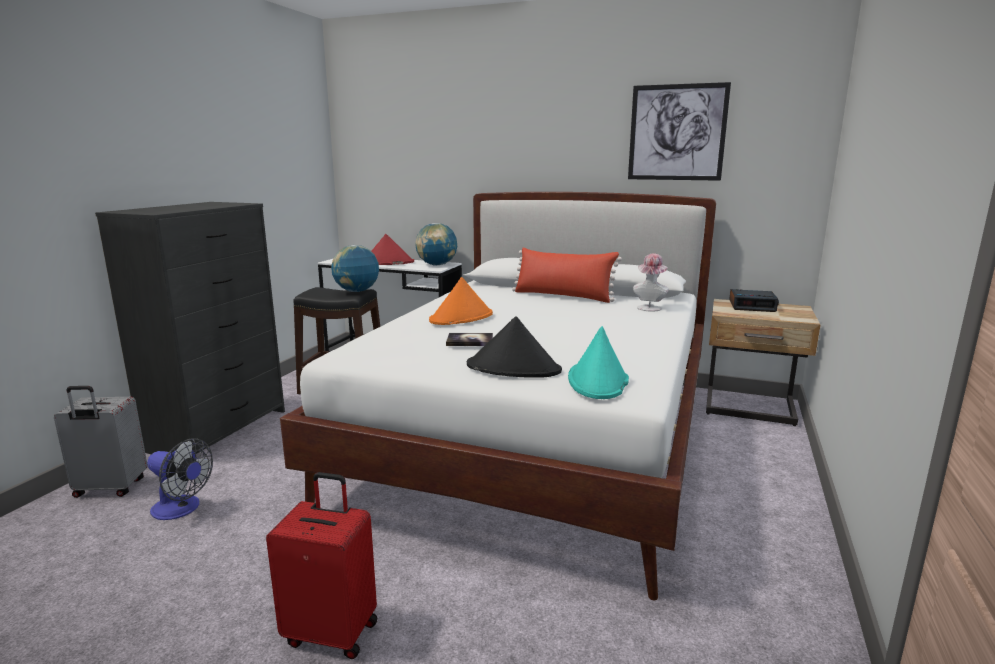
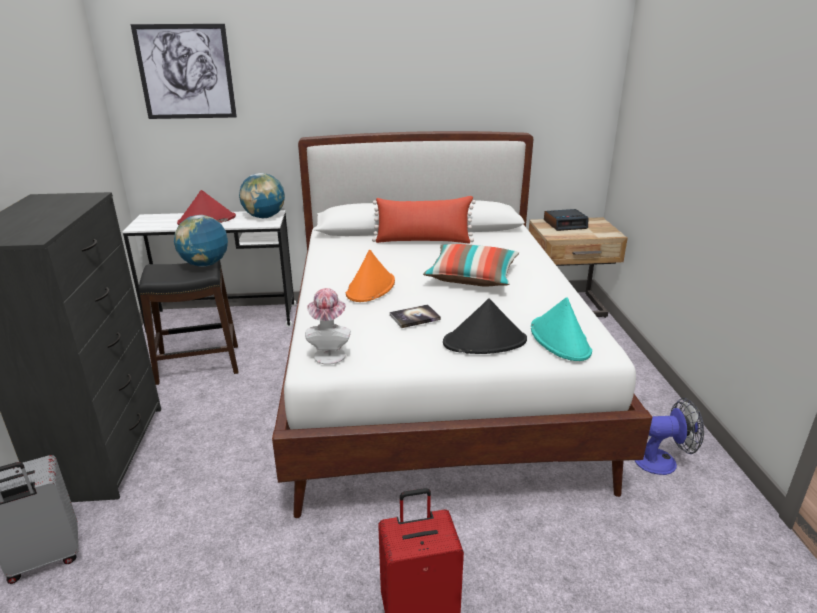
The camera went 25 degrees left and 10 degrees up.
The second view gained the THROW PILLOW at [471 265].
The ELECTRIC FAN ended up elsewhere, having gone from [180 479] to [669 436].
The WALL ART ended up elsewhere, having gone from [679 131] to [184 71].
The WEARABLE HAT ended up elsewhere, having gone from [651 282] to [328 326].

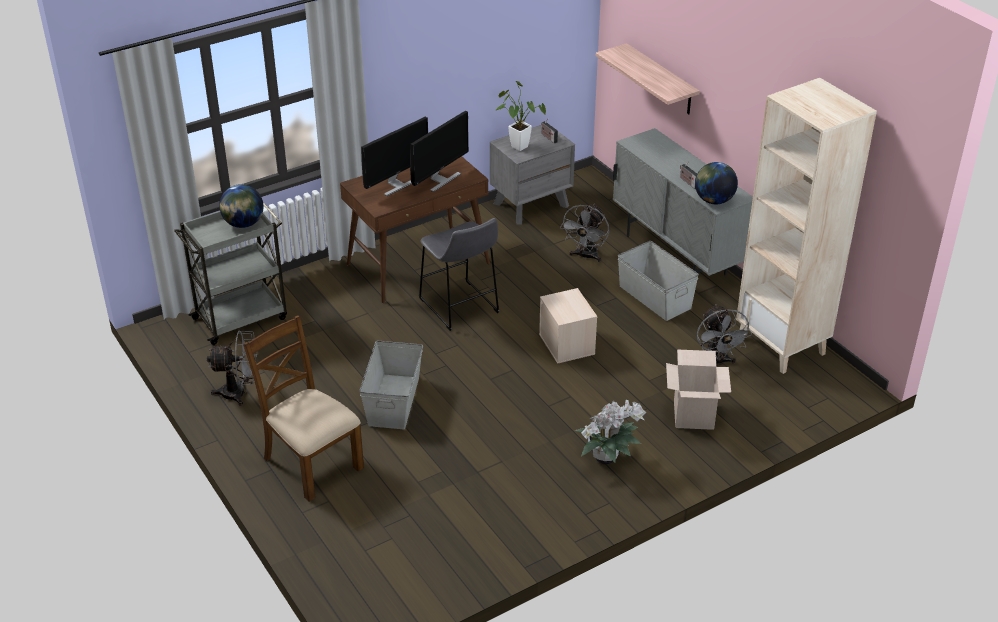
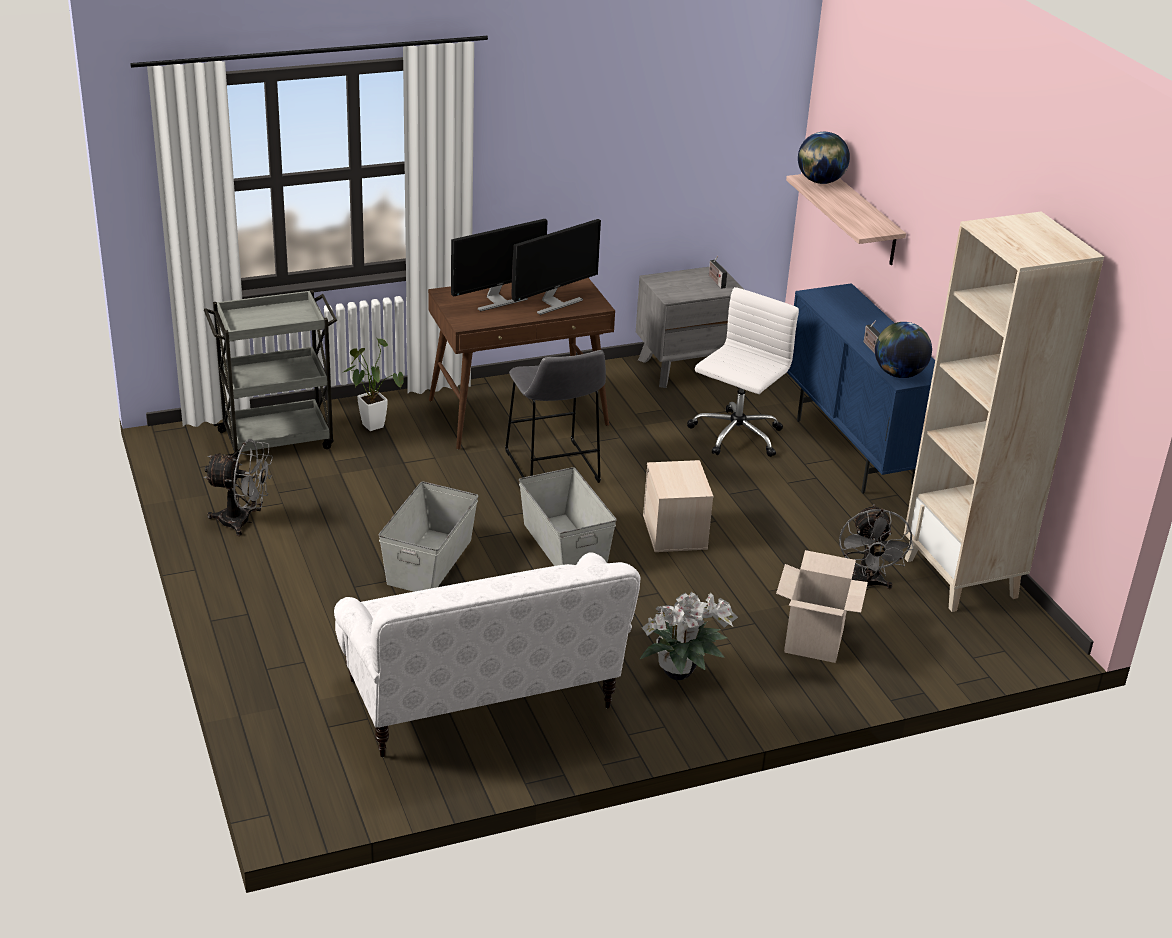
The camera went 10 degrees right and 5 degrees down.
The second view lost the BROWN PLAIN CHAIR at [303 408].
The second view gained the WHITE-COLOURED SOFA at [487 654].
The WORLD GLOBE ended up elsewhere, having gone from [241 206] to [824 158].
The HOUSEPLANT ended up elsewhere, having gone from [521 116] to [374 385].
The GREY STORAGE BIN ended up elsewhere, having gone from [658 281] to [567 516].
Where the GREY ELECTRIC FAN stood at [584 233], the WHITE-COLOURED DESK CHAIR came to stand at [743 372].
What was the GREY STORAGE CABINET at [683 202] turned into the BLUE STORAGE CABINET at [861 388].

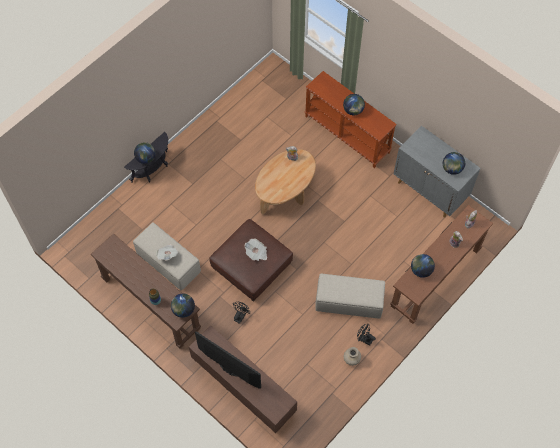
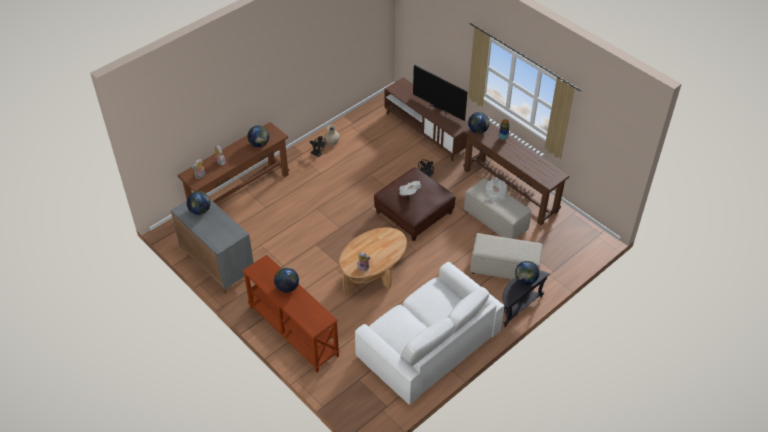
The camera went 175 degrees left and 15 degrees down.
The second view gained the WHITE-COLOURED SOFA at [430 333].
The BEIGE-COLOURED FOOTREST ended up elsewhere, having gone from [350 296] to [506 256].

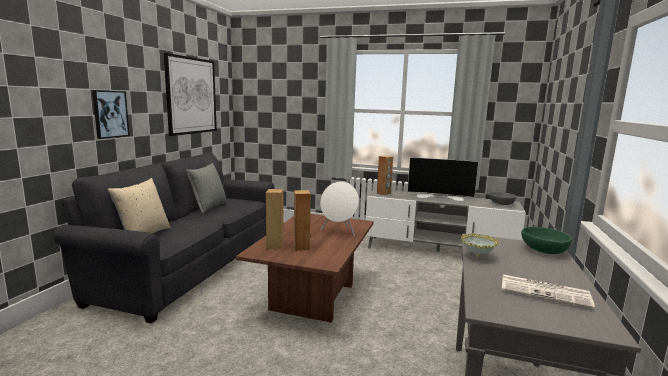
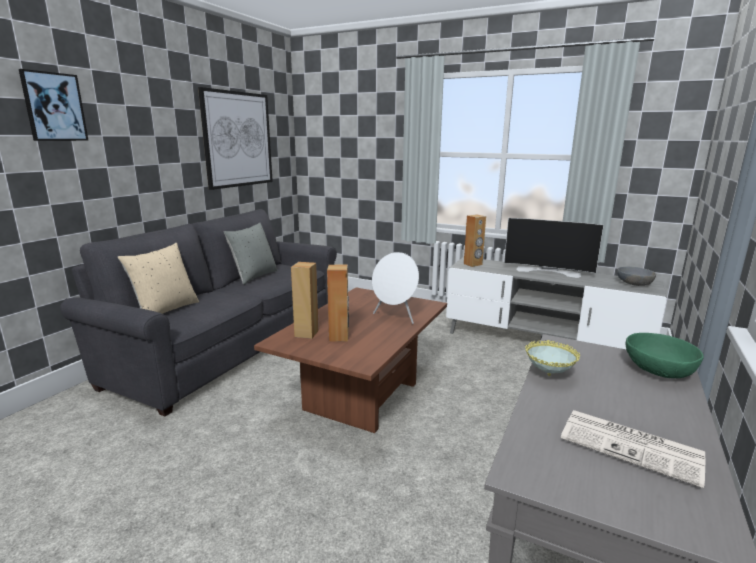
The camera went 10 degrees right and 5 degrees up.
The WALL ART ended up elsewhere, having gone from [111 114] to [54 105].

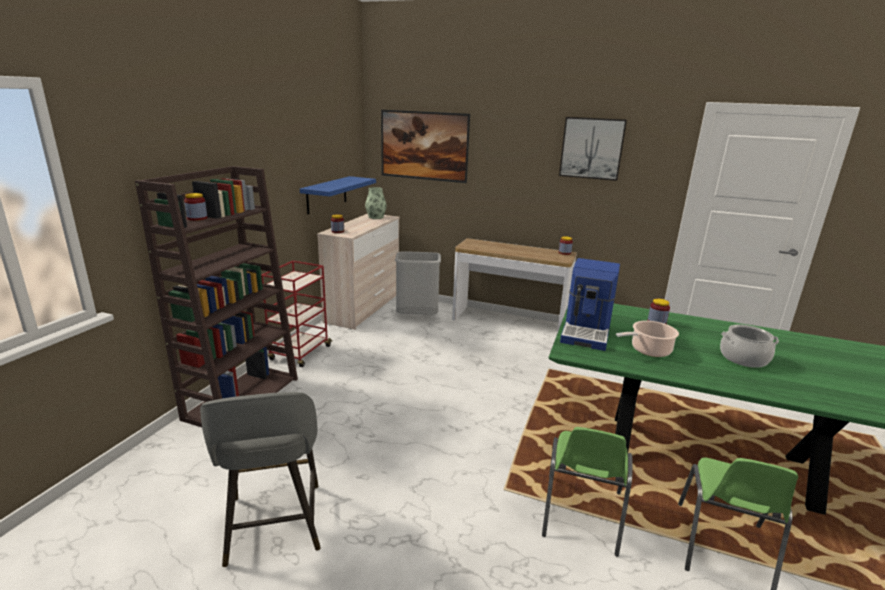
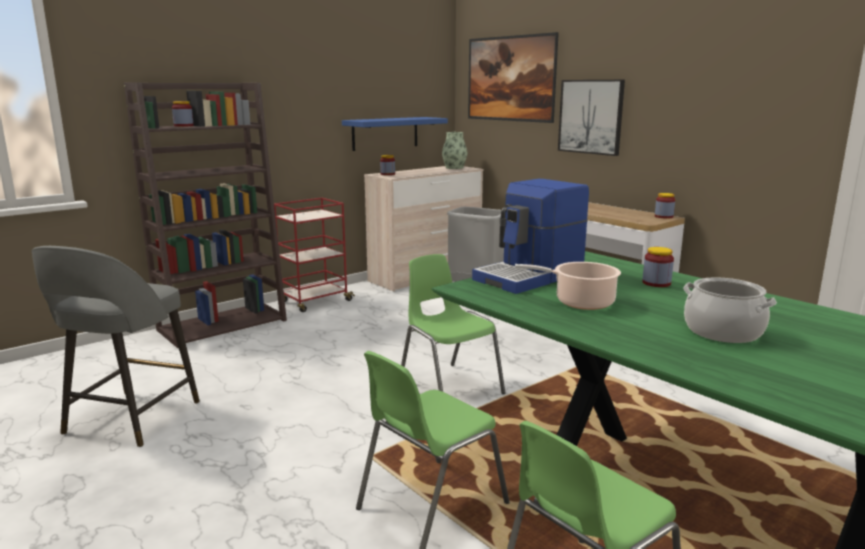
The camera went 30 degrees right and 5 degrees down.
The second view gained the GREENISH PLAIN CHAIR at [453 324].
The WALL ART ended up elsewhere, having gone from [593 149] to [591 118].

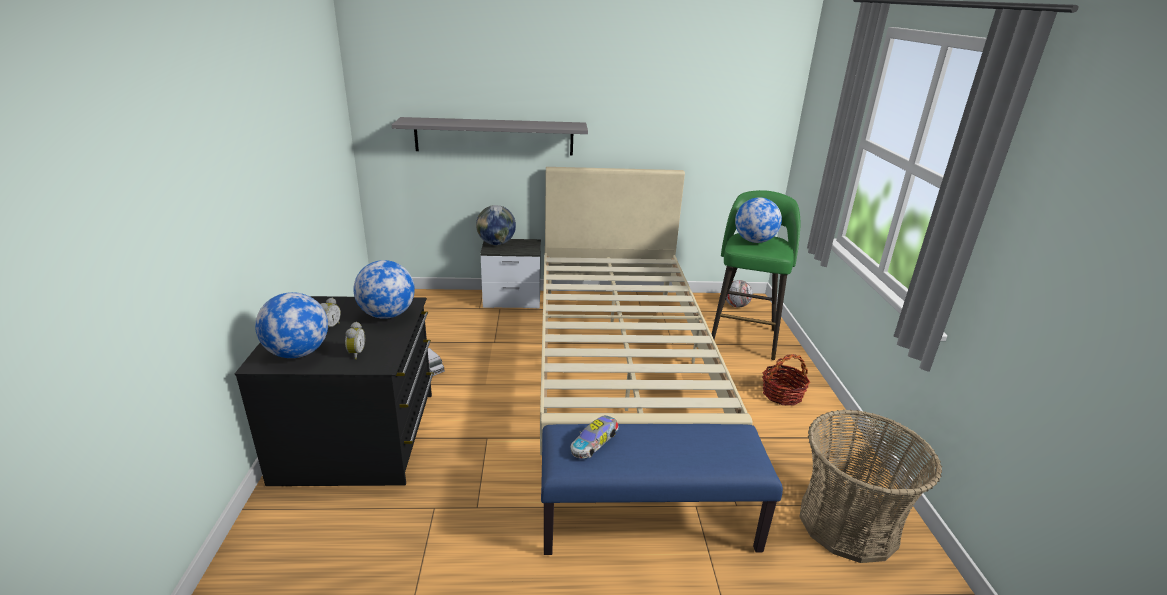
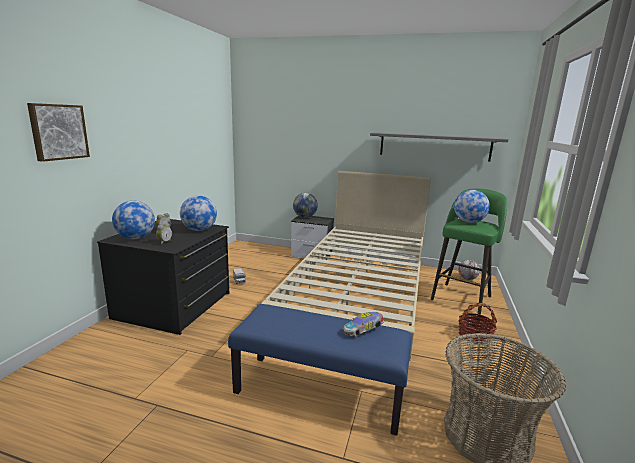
The camera went 20 degrees right and 10 degrees down.
The second view gained the WALL ART at [58 132].
The GREY WALL SHELF ended up elsewhere, having gone from [490 136] to [439 146].
The TOY CAR ended up elsewhere, having gone from [594 436] to [363 324].

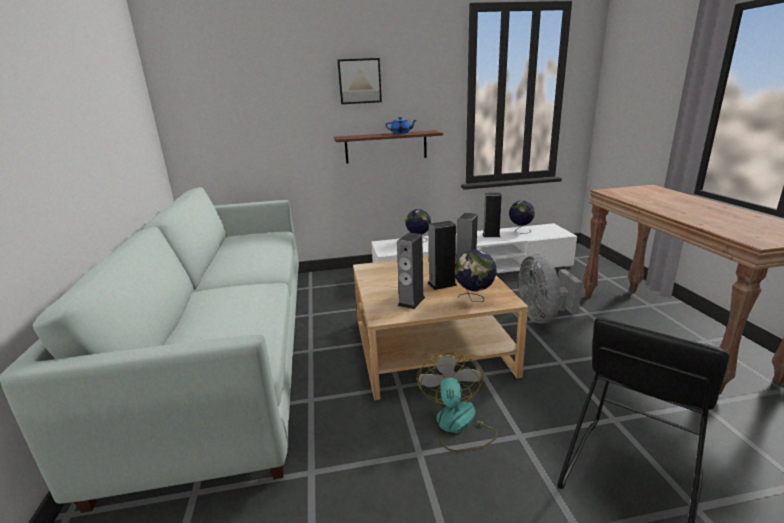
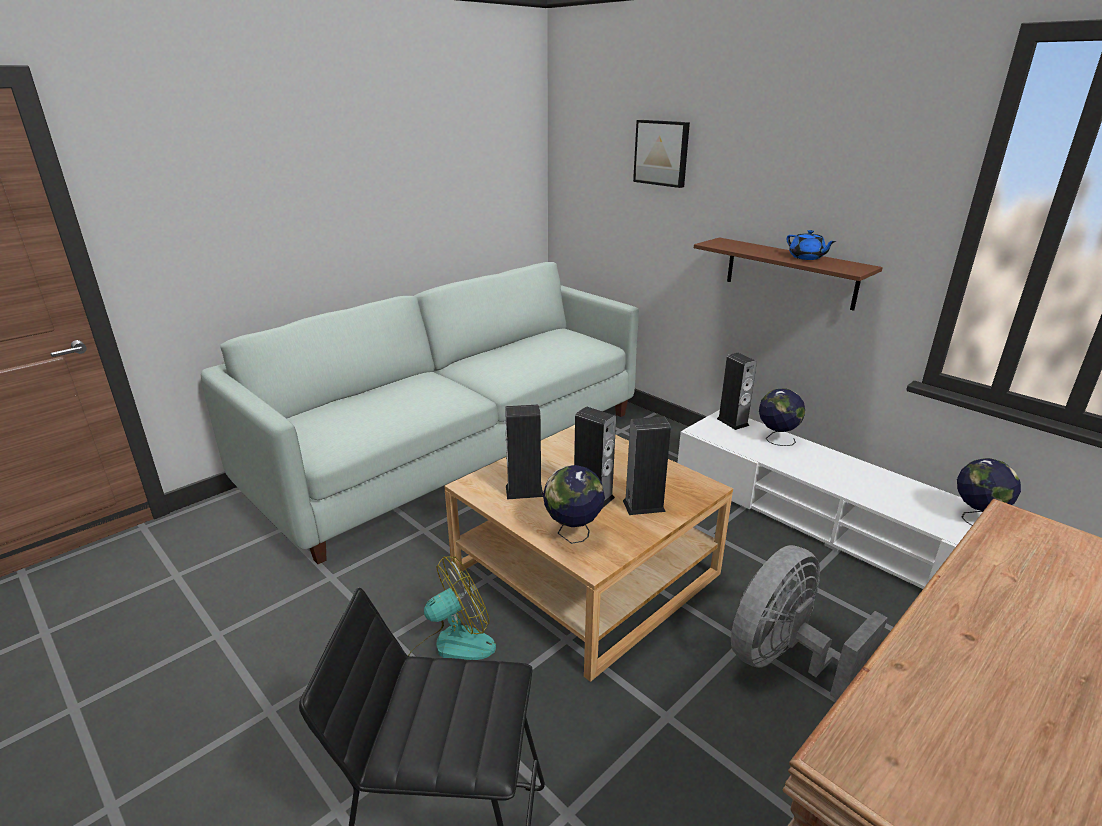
The camera went 55 degrees right and 5 degrees up.
The WALL ART ended up elsewhere, having gone from [359 81] to [661 154].
The SPEAKER ended up elsewhere, having gone from [492 215] to [737 391].

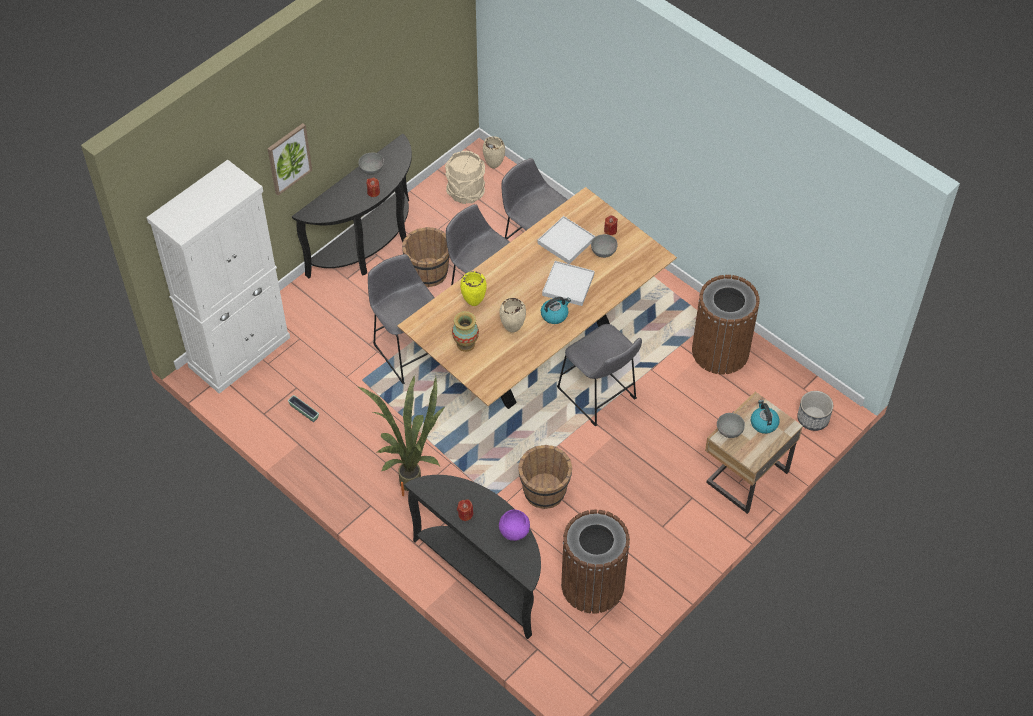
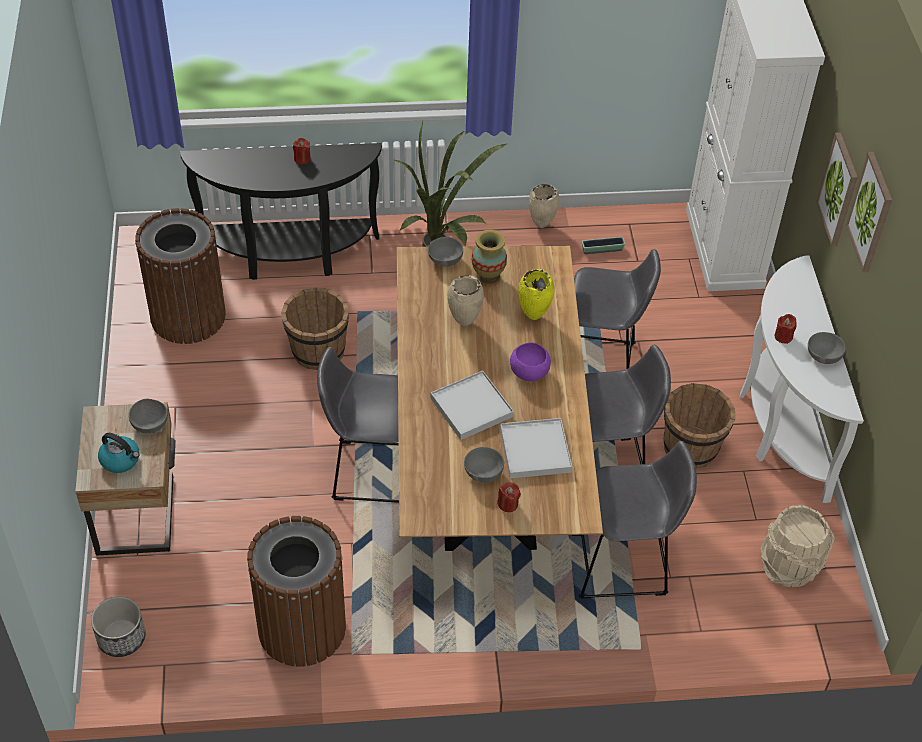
The camera went 130 degrees right and 5 degrees down.
The second view lost the WATER KETTLE at [556 310].
The second view gained the GREY BOWL at [445 252].
The second view gained the WALL ART at [869 212].
The BEIGE-COLOURED VASE ended up elsewhere, having gone from [494 152] to [544 206].
The PURPLE-COLOURED BOWL ended up elsewhere, having gone from [514 525] to [530 361].
What was the BLACK-COLOURED CONSOLE TABLE at [352 206] turned into the WHITE-COLOURED CONSOLE TABLE at [802 379].

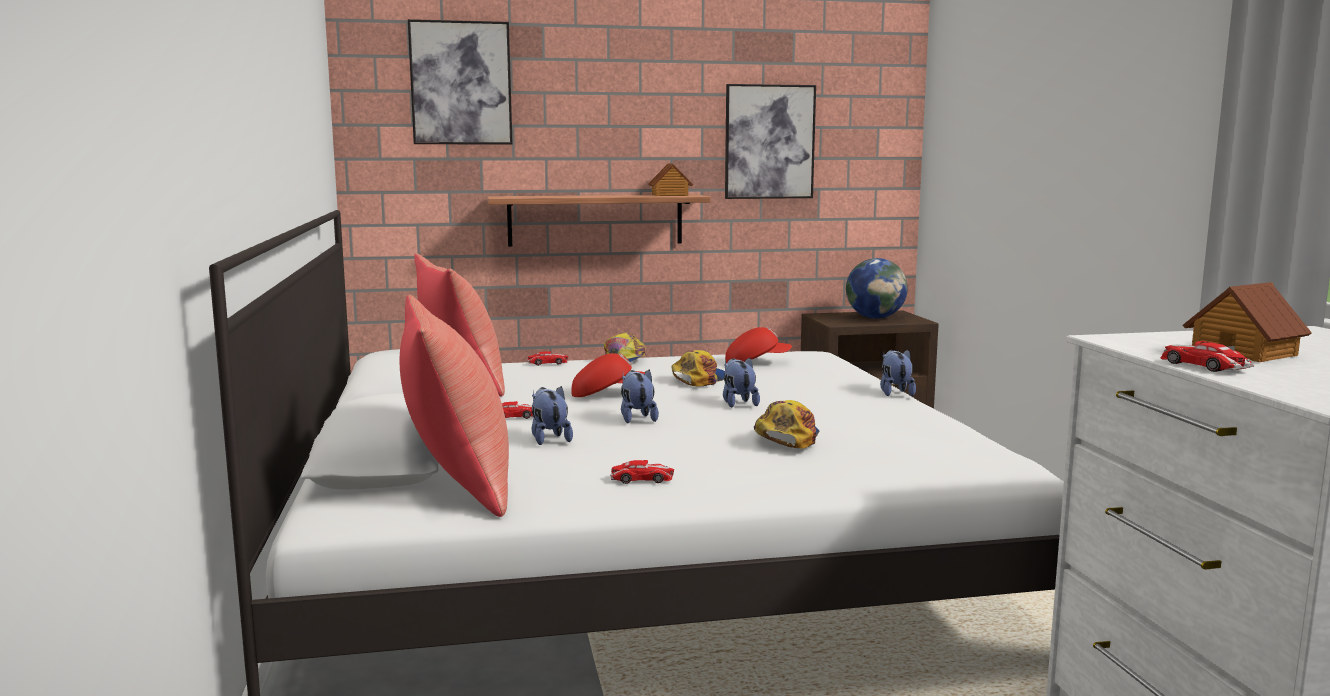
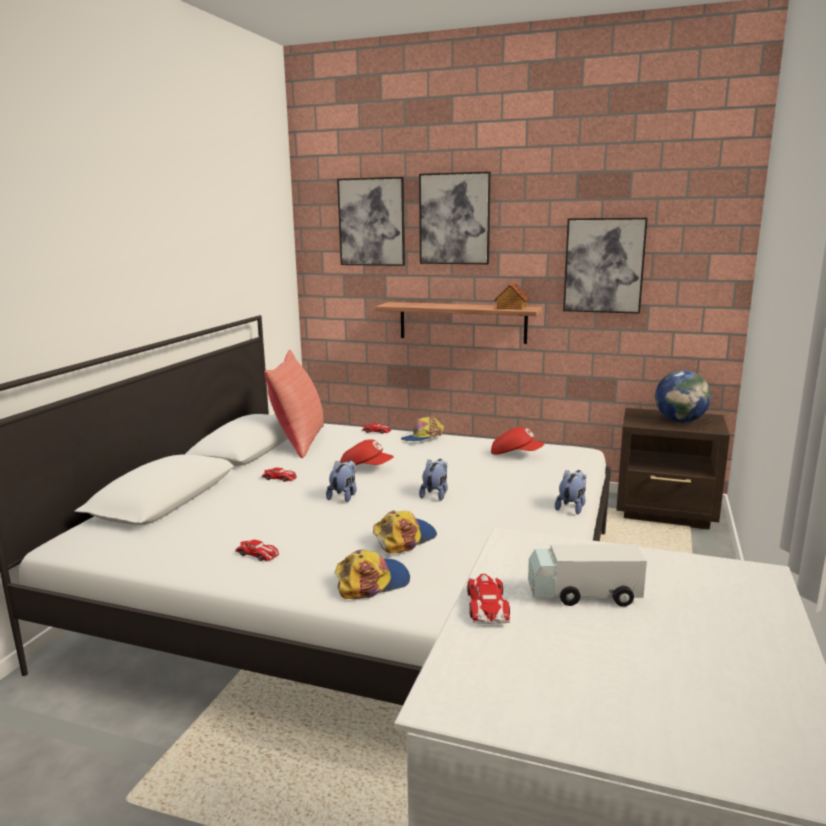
The camera went 30 degrees right and 5 degrees up.
The second view lost the RED-COLOURED THROW PILLOW at [454 406].
The second view lost the PLUSH TOY at [552 415].
The second view gained the WALL ART at [455 217].
The PEAKED CAP ended up elsewhere, having gone from [698 368] to [372 574].
Where the TOY HOUSE stood at [1247 322], the MODEL TRUCK came to stand at [587 575].

